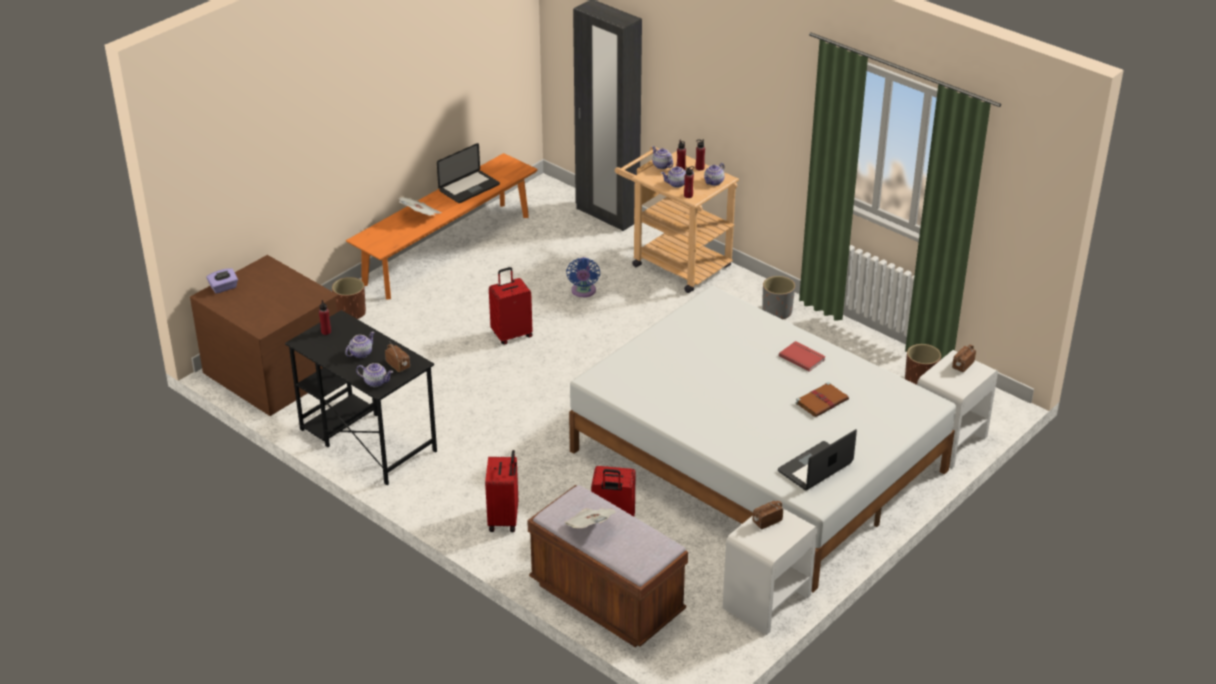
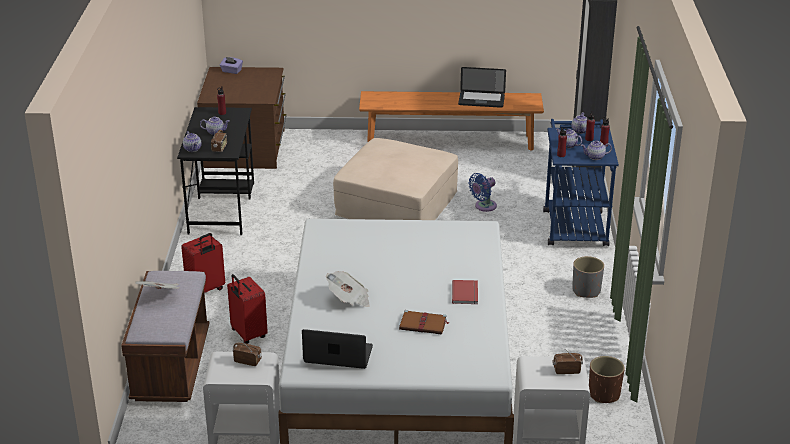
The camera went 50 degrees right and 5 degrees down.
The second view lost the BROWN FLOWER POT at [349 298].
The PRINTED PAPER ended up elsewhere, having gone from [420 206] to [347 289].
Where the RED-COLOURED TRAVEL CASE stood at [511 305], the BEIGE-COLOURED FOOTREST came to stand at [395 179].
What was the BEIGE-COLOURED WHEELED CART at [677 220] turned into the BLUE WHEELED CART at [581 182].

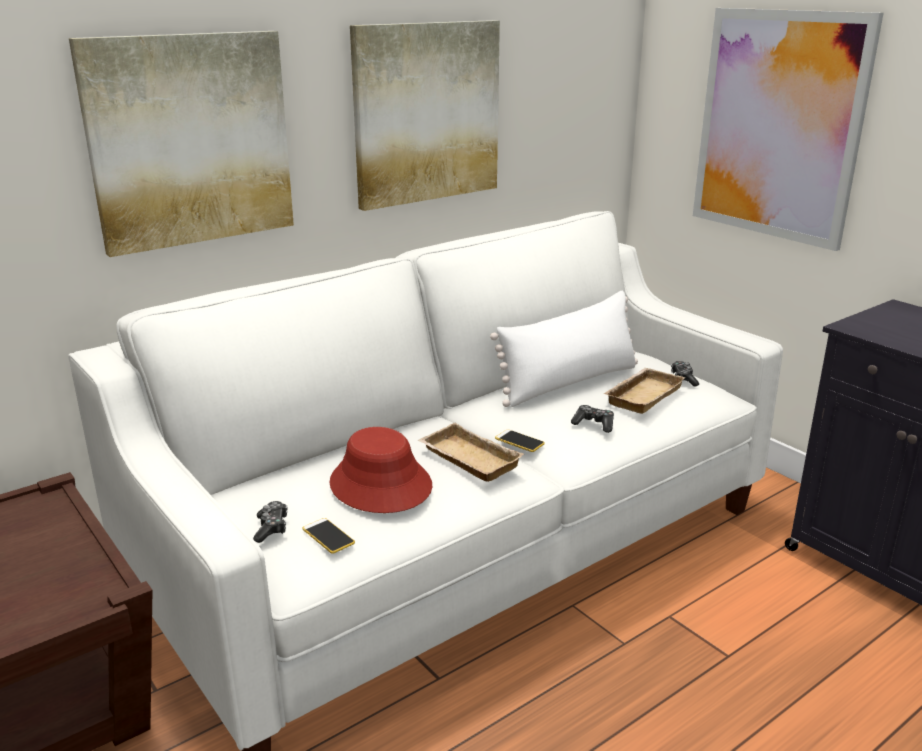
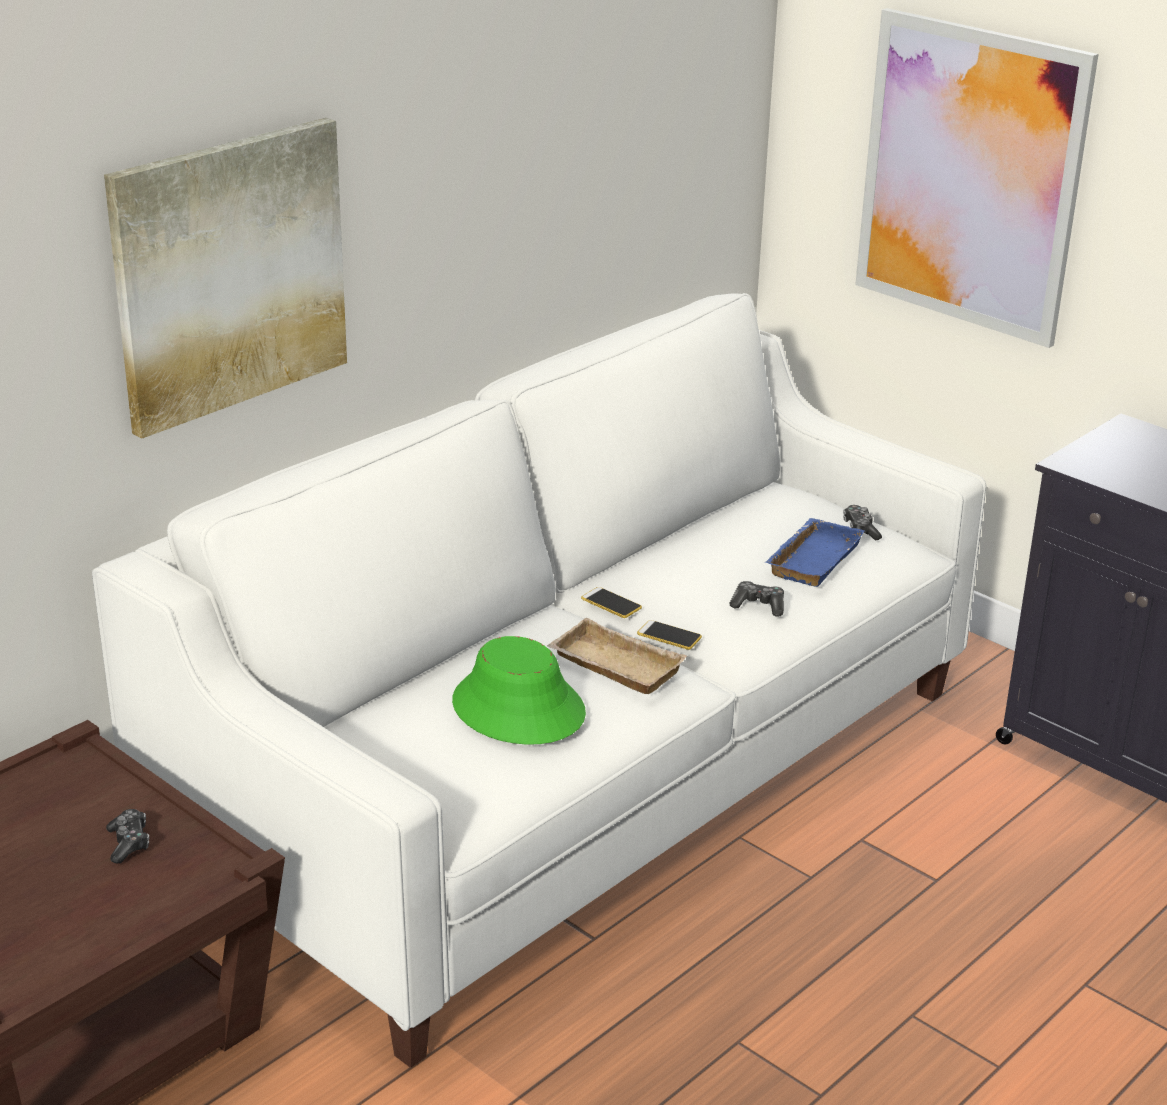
The camera went 10 degrees left and 5 degrees up.
The second view lost the WALL ART at [425 115].
The second view lost the WHITE-COLOURED THROW PILLOW at [564 349].
The JOYPAD ended up elsewhere, having gone from [270 522] to [127 836].
The PHONE ended up elsewhere, having gone from [329 536] to [611 602].
What was the RED-COLOURED WEARABLE HAT at [380 470] turned into the GREENISH WEARABLE HAT at [519 690].
What was the BEIGE-COLOURED TRAY at [644 391] turned into the BLUE TRAY at [815 552].

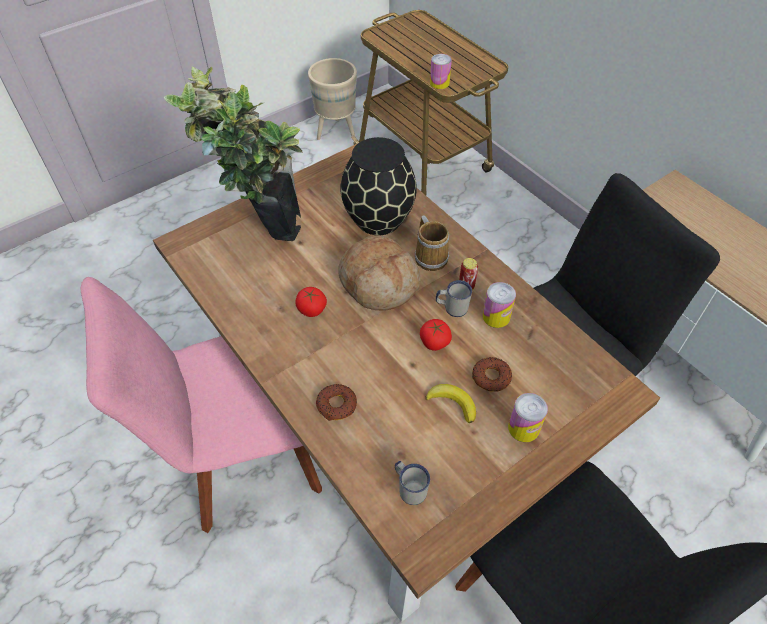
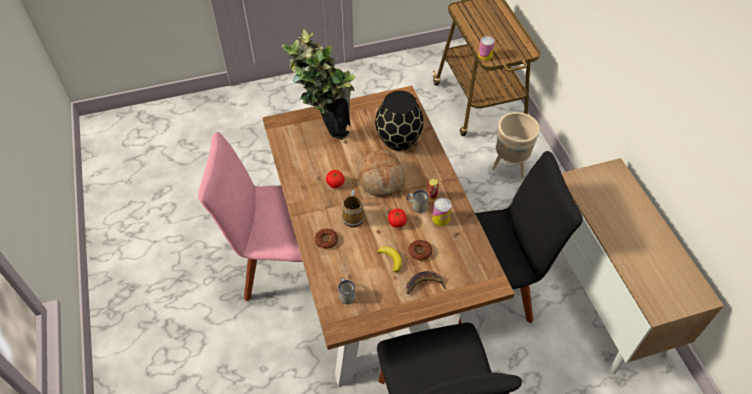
The camera went 20 degrees right and 0 degrees up.
The BEIGE-COLOURED FLOWER POT ended up elsewhere, having gone from [332 99] to [516 145].
The TEA MUG ended up elsewhere, having gone from [432 243] to [353 208].
Where the CAN stood at [528 417], the WHOLE BANANA came to stand at [426 282].

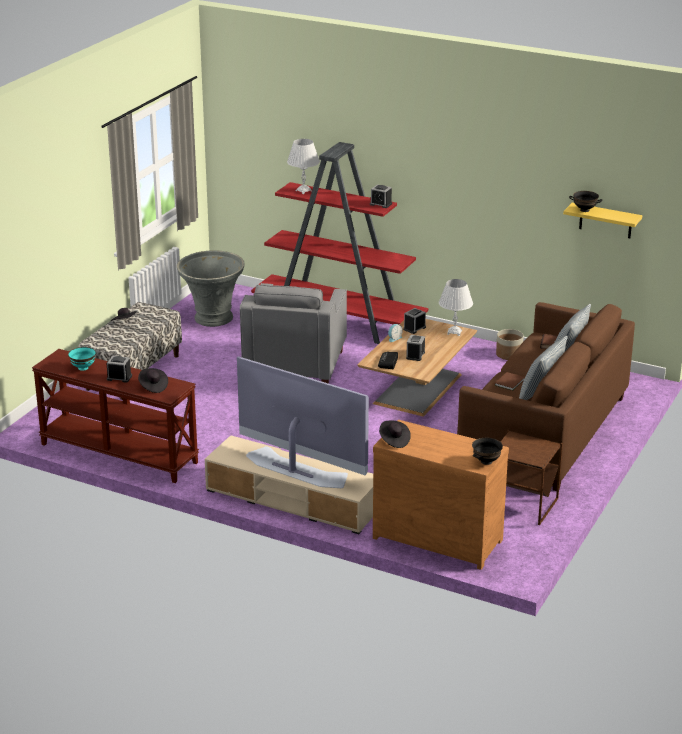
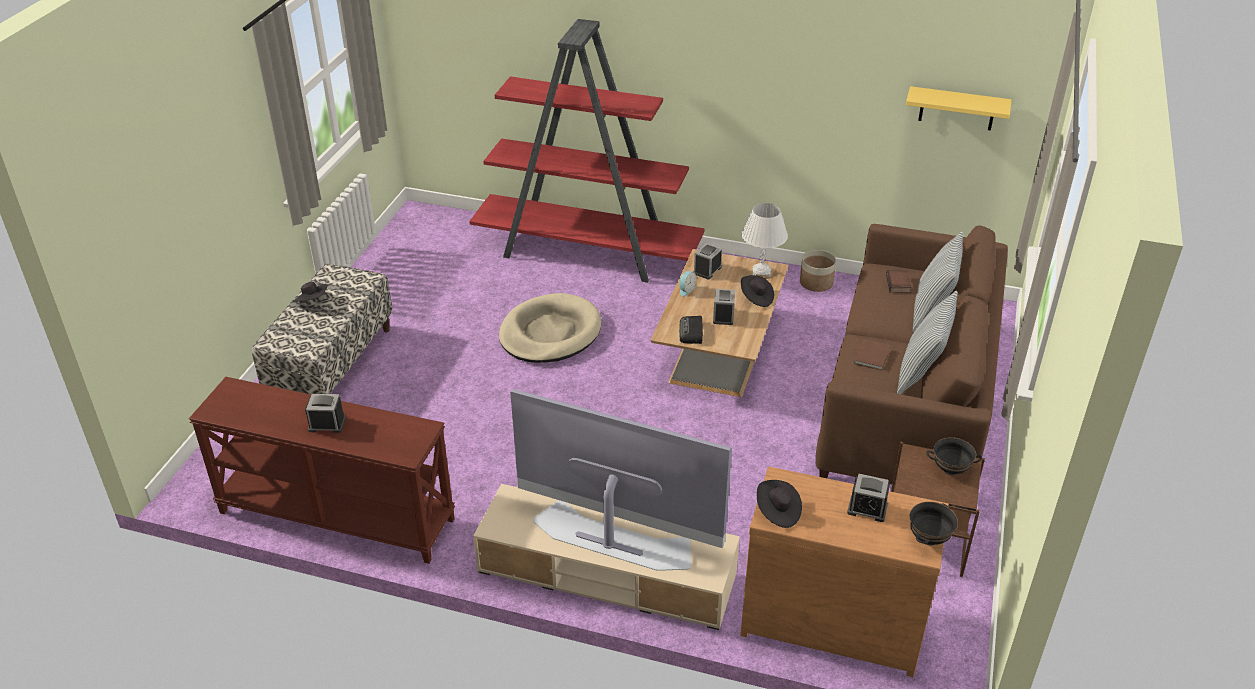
The camera went 10 degrees left and 10 degrees up.
The second view lost the BLUE-GREEN BOWL at [82 359].
The second view lost the GREY FLOWER POT at [211 288].
The second view lost the WHITE-COLOURED TABLETOP LAMP at [303 166].
The BLACK-COLOURED WEARABLE HAT ended up elsewhere, having gone from [153 380] to [757 291].
The TABLE CLOCK ended up elsewhere, having gone from [381 196] to [868 498].
The BLACK-COLOURED BOWL ended up elsewhere, having gone from [586 201] to [954 456].
Where the GREY EASY CHAIR stood at [293 333], the BEIGE-COLOURED DOG CUSHION came to stand at [550 328].

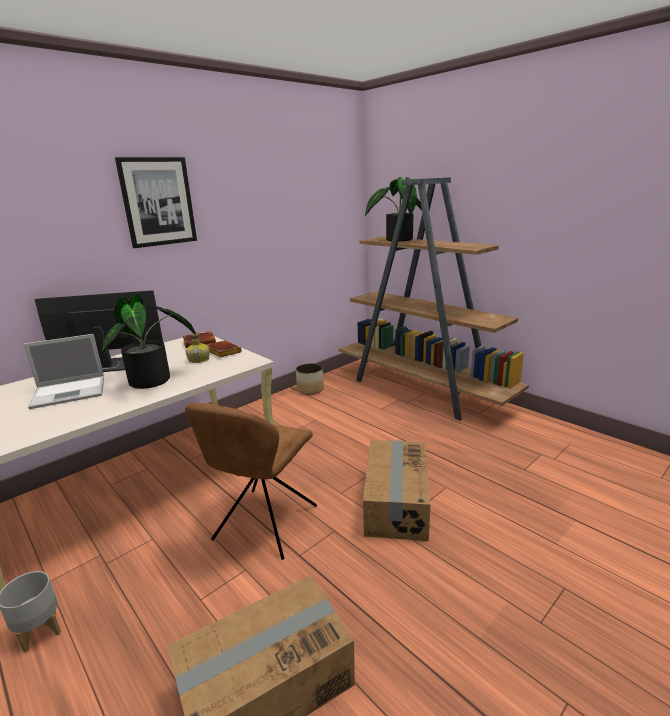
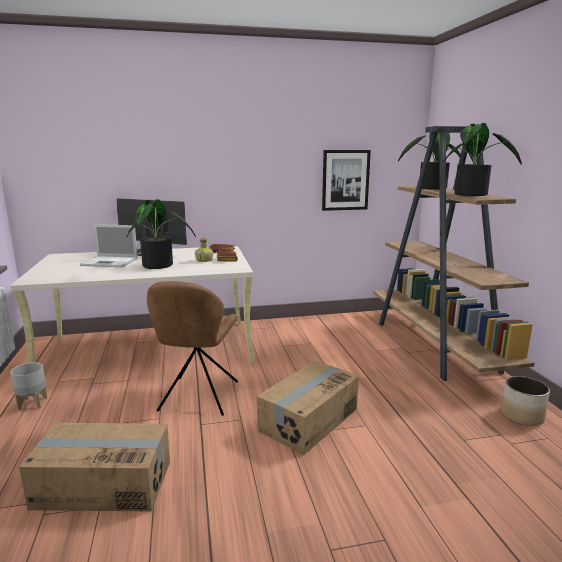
The camera went 30 degrees right and 5 degrees down.
The second view gained the HOUSEPLANT at [483 159].
The WALL ART ended up elsewhere, having gone from [156 202] to [346 180].
The FLOWER POT ended up elsewhere, having gone from [310 379] to [525 401].
The BROWN PLAIN CHAIR at [251 481] ended up facing another way, 45 degrees counterclockwise from before.

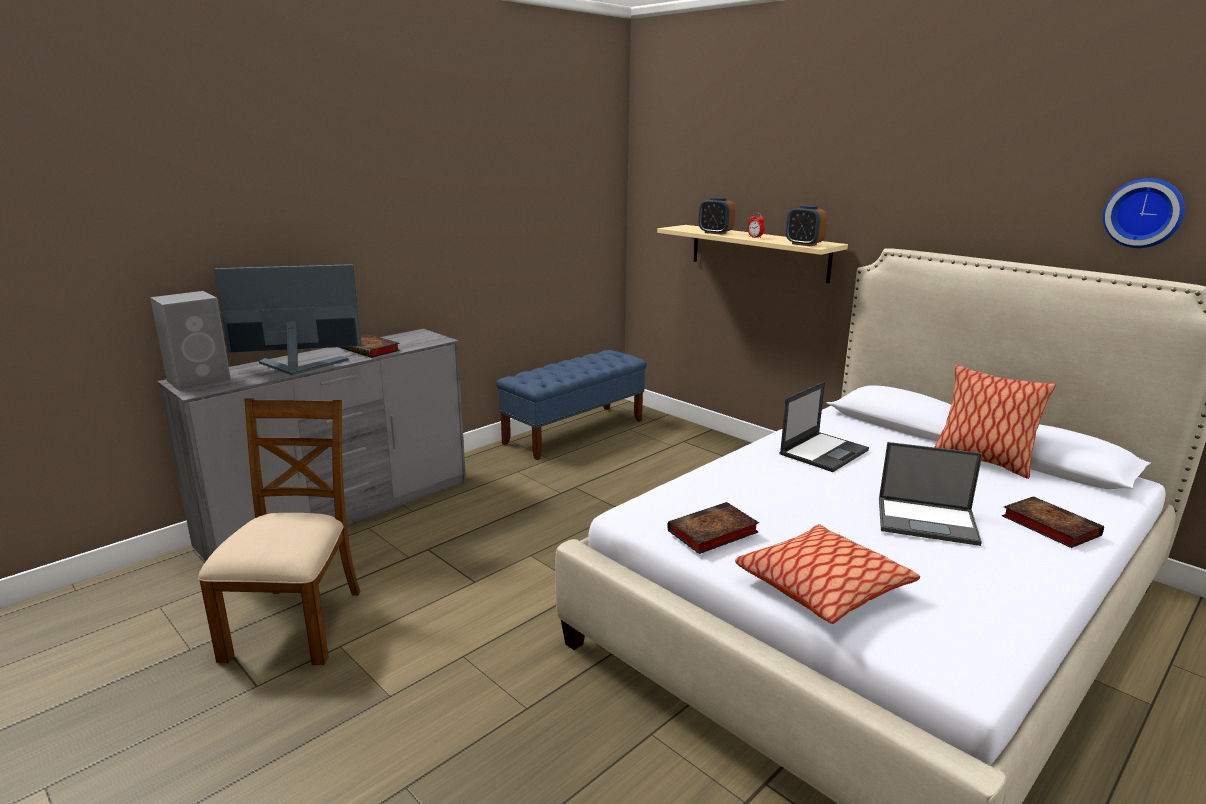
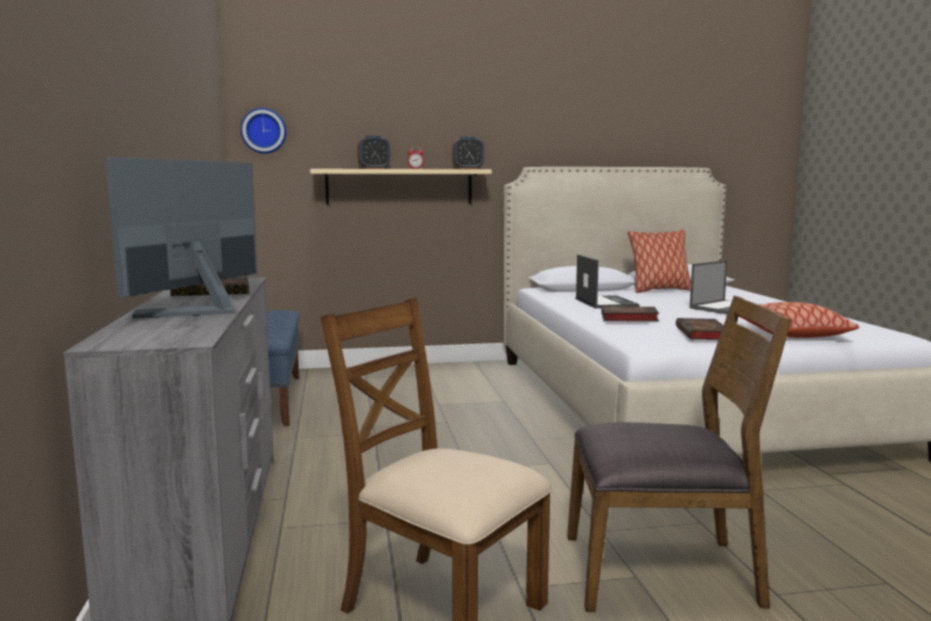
The camera went 55 degrees left and 10 degrees down.
The second view lost the GREY SPEAKER at [190 341].
The second view gained the BROWN PLAIN CHAIR at [679 453].
The VOLUME ended up elsewhere, having gone from [1053 522] to [630 314].
The HANGING CLOCK ended up elsewhere, having gone from [1144 213] to [264 131].

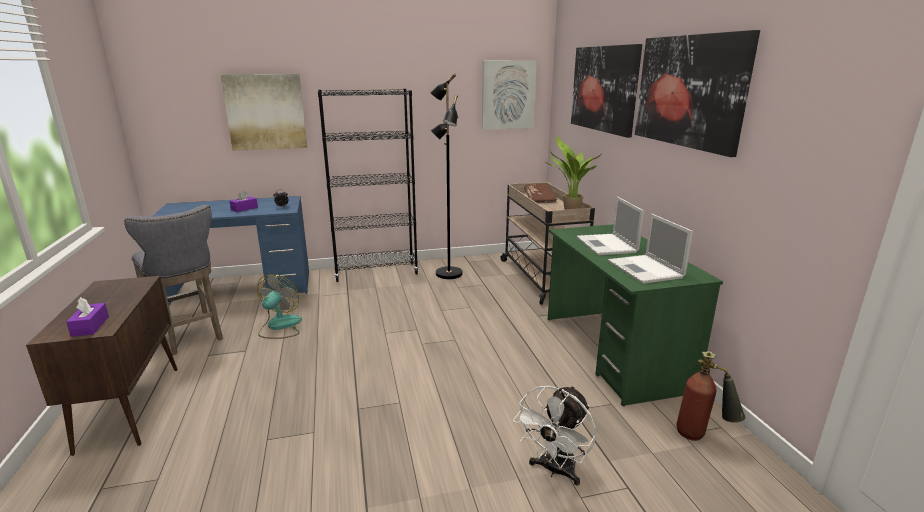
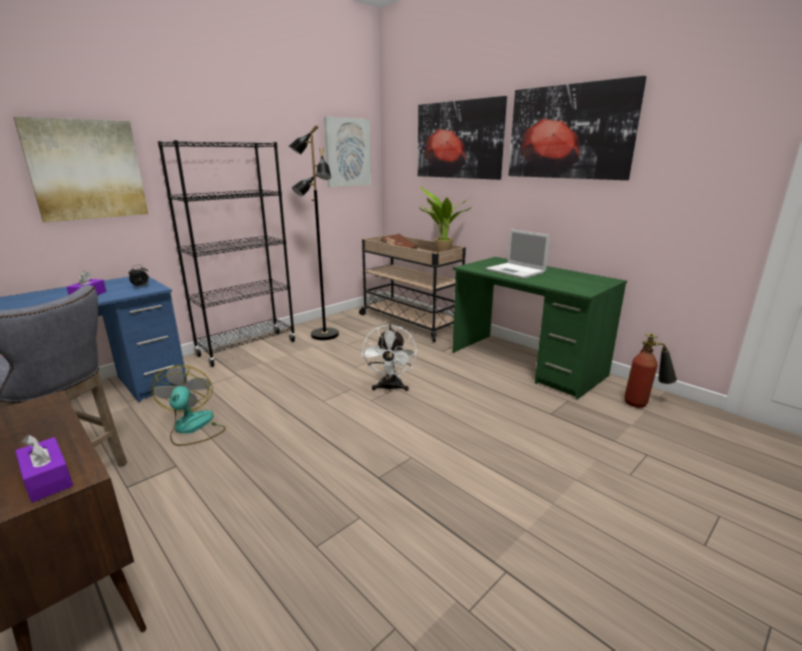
The camera went 30 degrees left and 0 degrees up.
The second view lost the LAPTOP at [650 249].
The WHITE-COLOURED ELECTRIC FAN ended up elsewhere, having gone from [554 436] to [389 358].

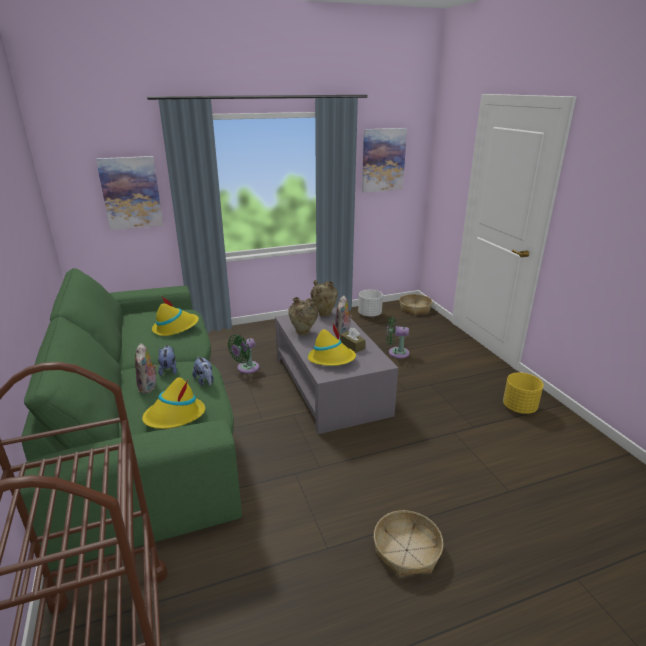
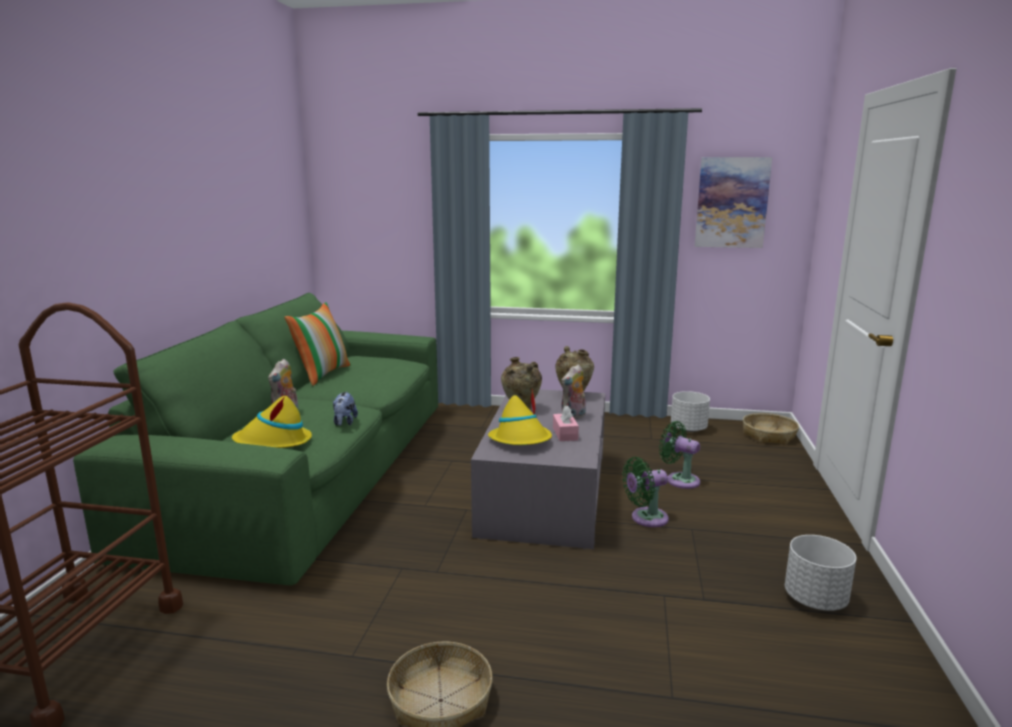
The camera went 30 degrees right and 10 degrees down.
The second view lost the WALL ART at [130 193].
The second view lost the YELLOW WEARABLE HAT at [175 316].
The second view lost the PLUSH TOY at [167 360].
The second view gained the THROW PILLOW at [317 344].
The GREENISH ELECTRIC FAN ended up elsewhere, having gone from [243 354] to [645 492].
What was the BROWN TISSUE BOX at [353 340] turned into the PINKISH TISSUE BOX at [566 423].
What was the YELLOW FLOWER POT at [523 393] turned into the WHITE-COLOURED FLOWER POT at [820 573].

